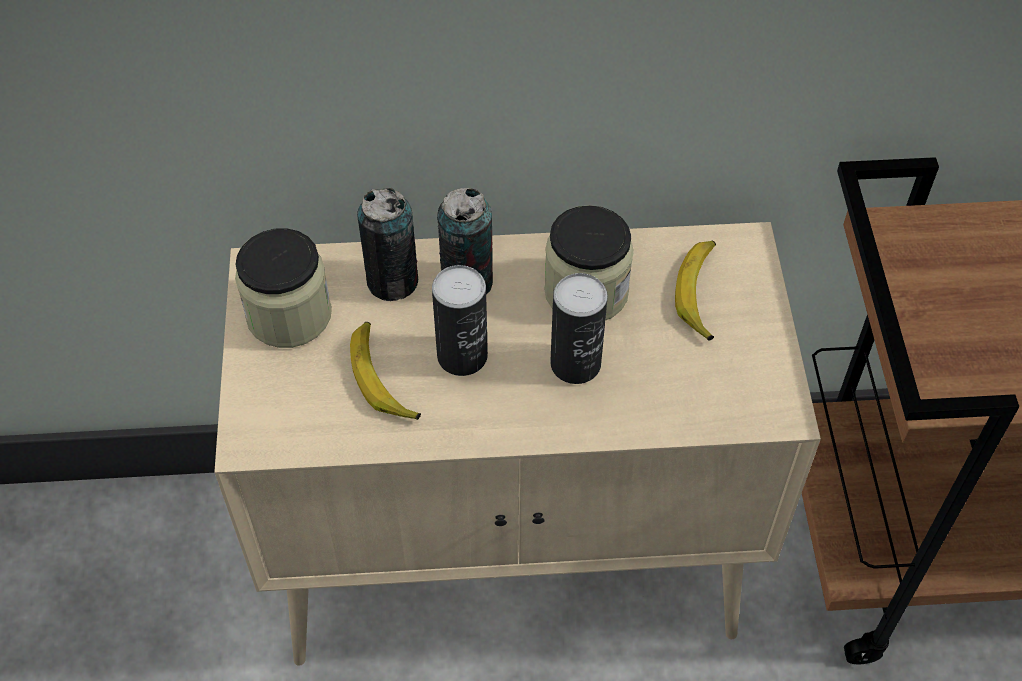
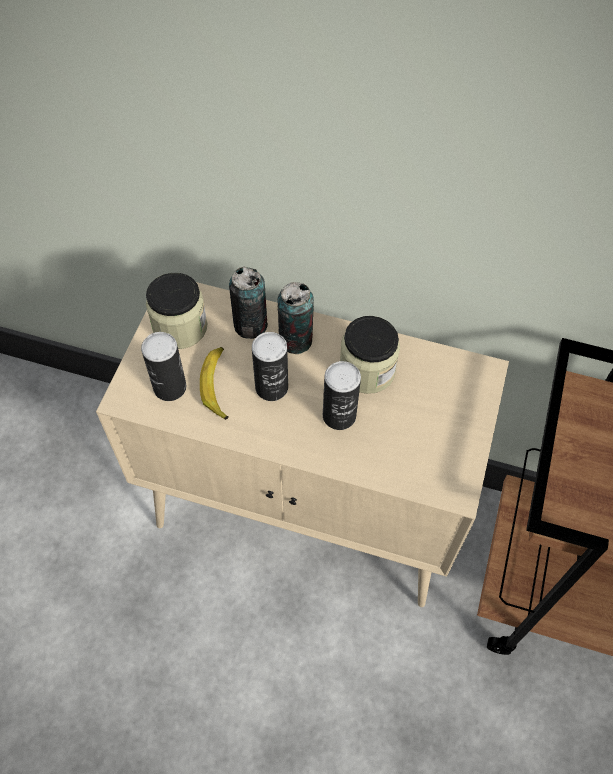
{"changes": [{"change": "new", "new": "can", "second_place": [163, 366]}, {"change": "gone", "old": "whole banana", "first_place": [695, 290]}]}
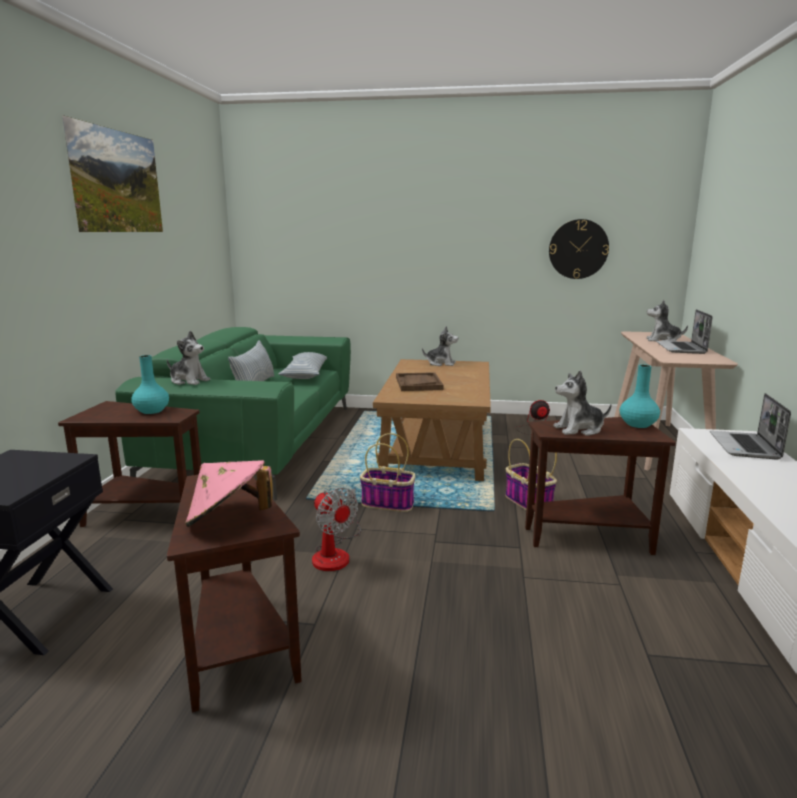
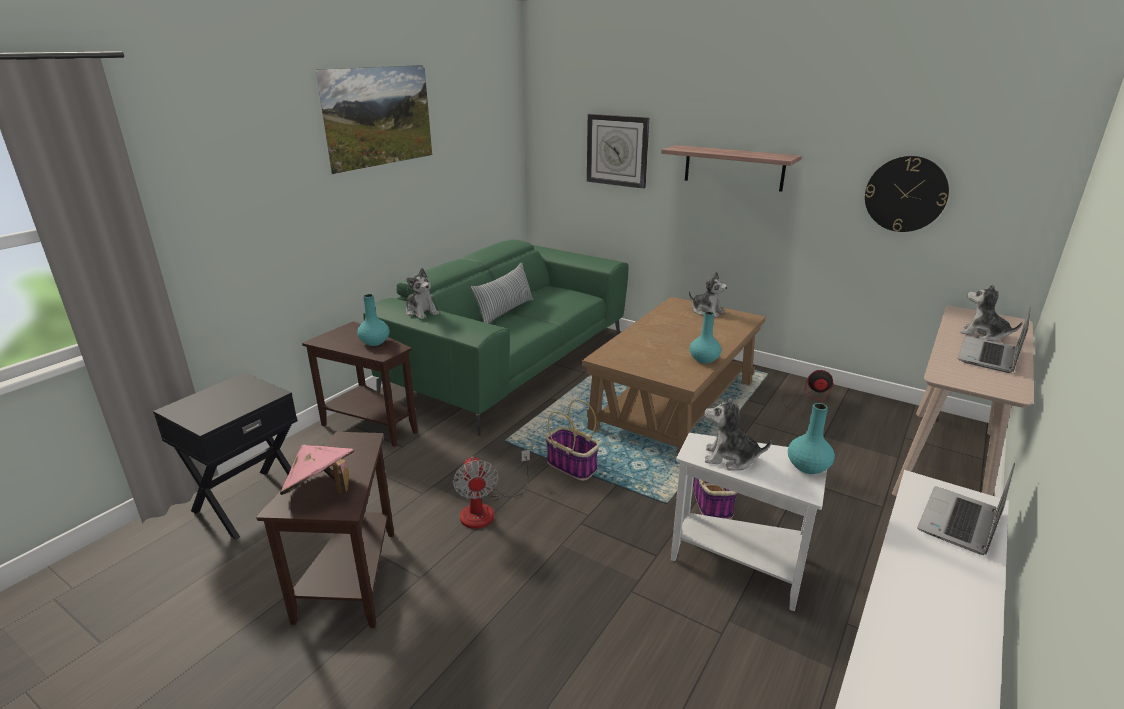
{"changes": [{"change": "new", "new": "wall clock", "second_place": [618, 151]}, {"change": "new", "new": "shelf", "second_place": [731, 168]}, {"change": "repainted", "old": "brown-coloured end table", "new": "whitish end table", "first_place": [600, 486], "second_place": [749, 522]}, {"change": "new", "new": "turquoise-coloured flower vase", "second_place": [705, 337]}, {"change": "gone", "old": "pillow", "first_place": [303, 365]}, {"change": "gone", "old": "brown-coloured serving tray", "first_place": [420, 381]}]}
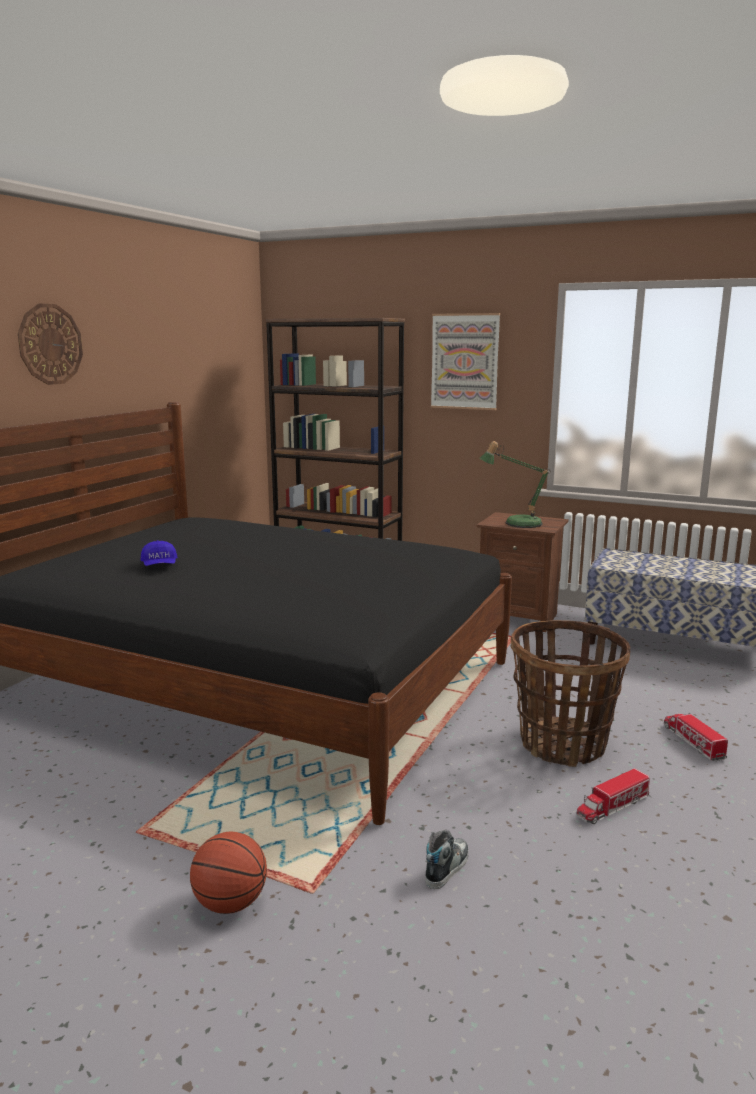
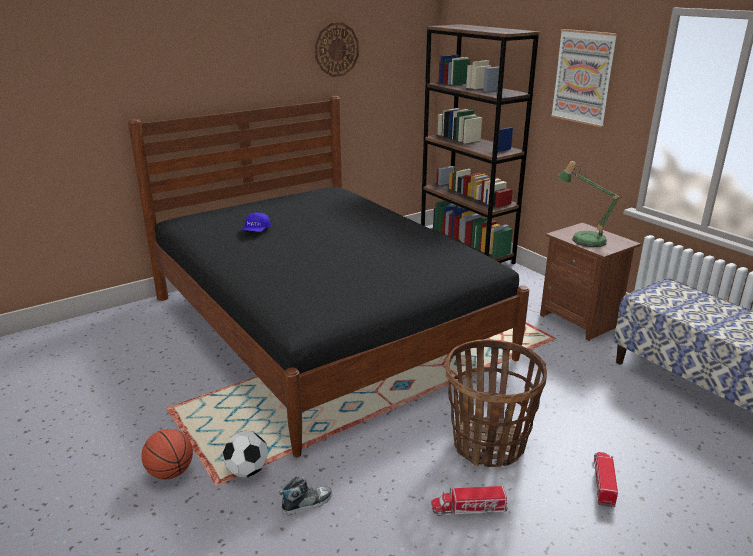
{"changes": [{"change": "new", "new": "football ball", "second_place": [245, 454]}, {"change": "shifted", "old": "wall clock", "first_place": [50, 344], "second_place": [337, 50]}]}
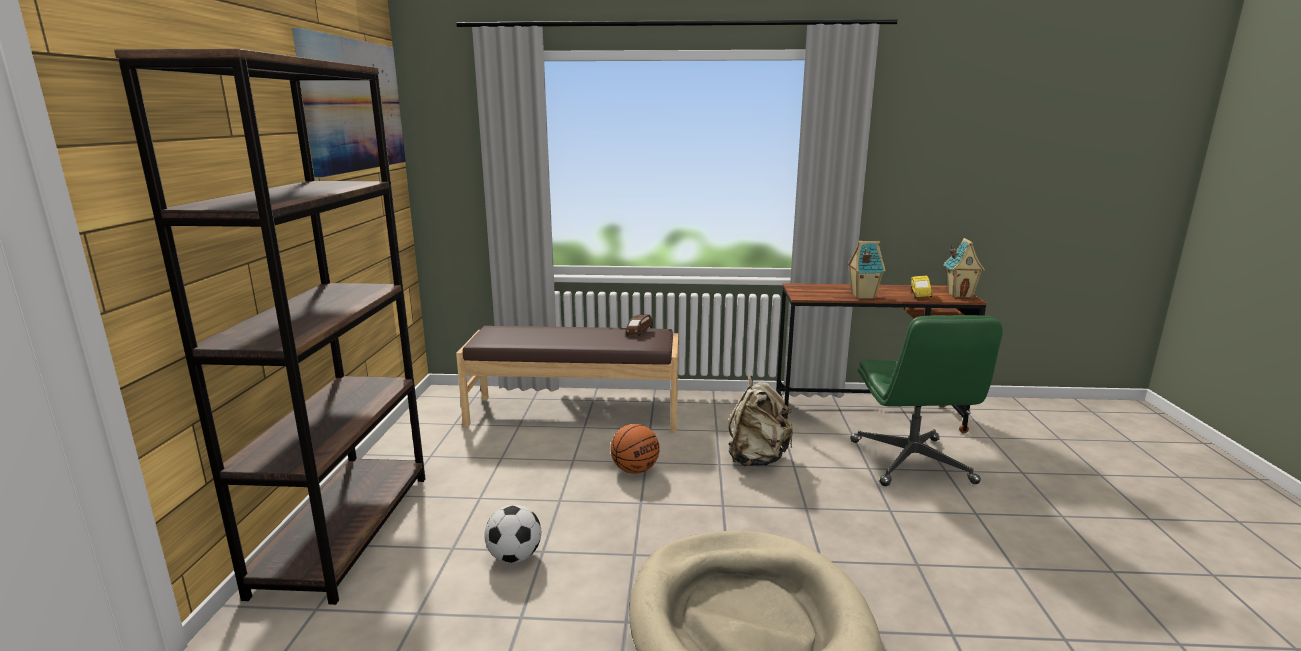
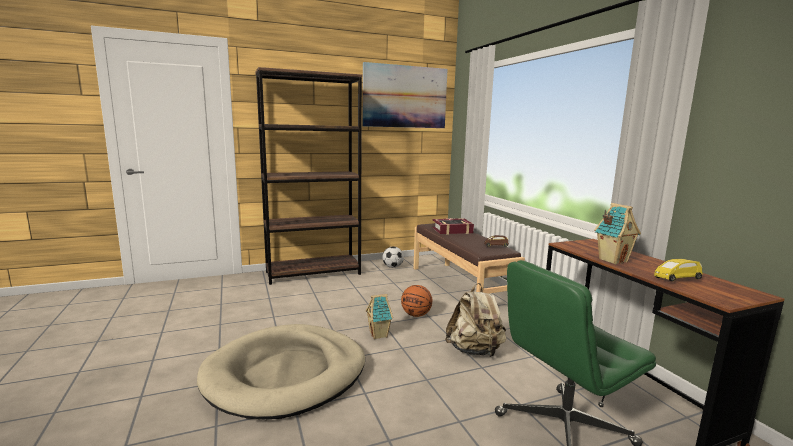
{"changes": [{"change": "shifted", "old": "model house", "first_place": [964, 268], "second_place": [379, 316]}, {"change": "shifted", "old": "football ball", "first_place": [513, 534], "second_place": [393, 257]}, {"change": "new", "new": "book", "second_place": [453, 226]}]}
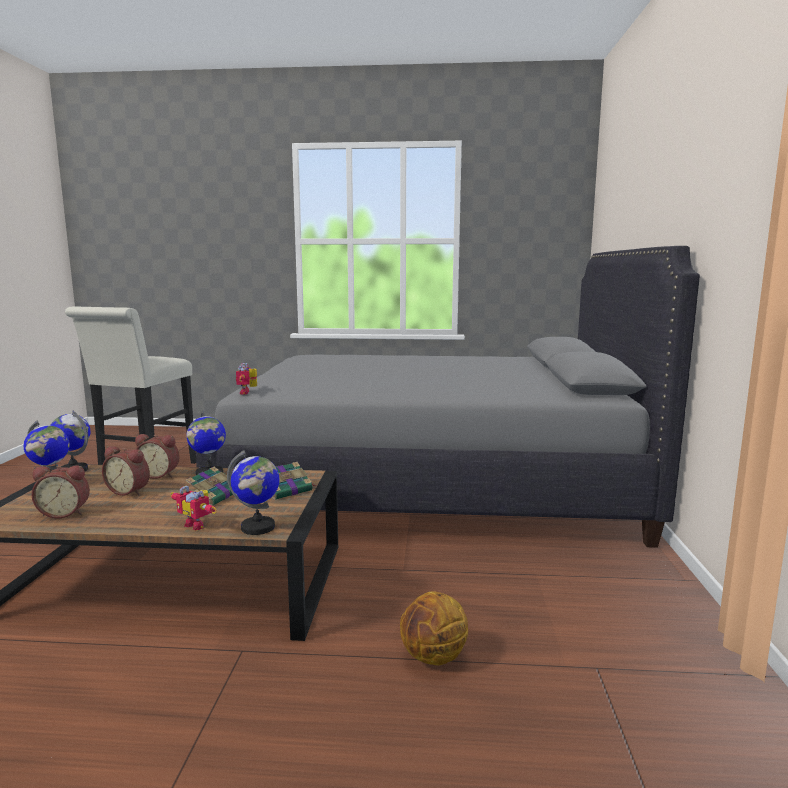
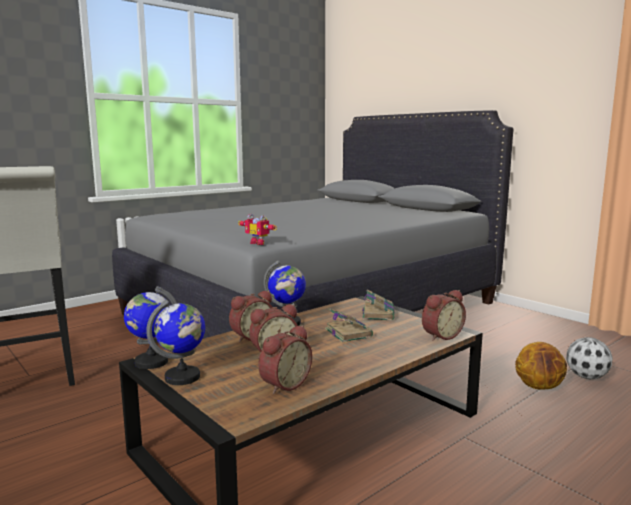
{"changes": [{"change": "swapped", "old": "globe", "new": "bedside clock", "first_place": [253, 492], "second_place": [444, 315]}, {"change": "new", "new": "football ball", "second_place": [589, 358]}, {"change": "gone", "old": "robot figure", "first_place": [193, 507]}]}
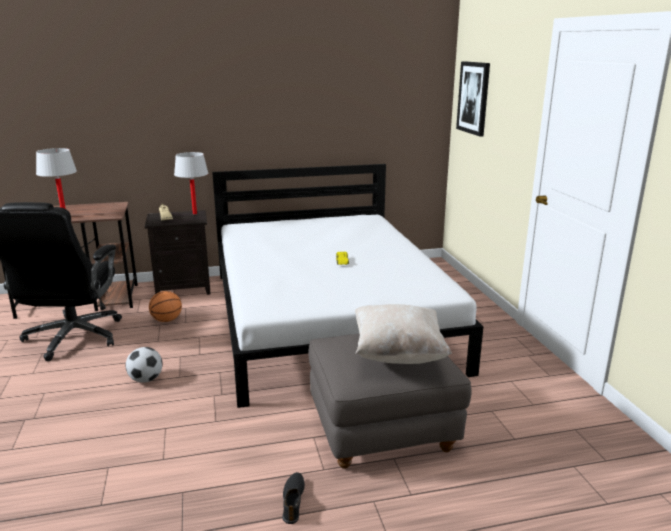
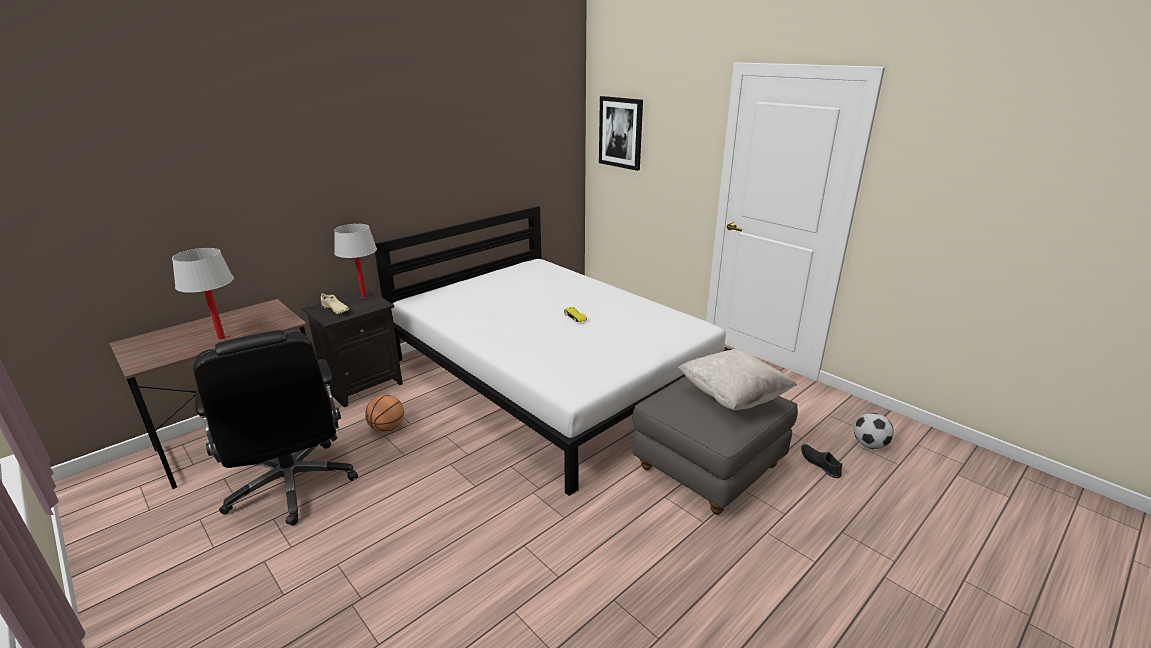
{"changes": [{"change": "shifted", "old": "blackish low shoe", "first_place": [293, 498], "second_place": [822, 461]}, {"change": "shifted", "old": "football ball", "first_place": [144, 365], "second_place": [874, 431]}]}
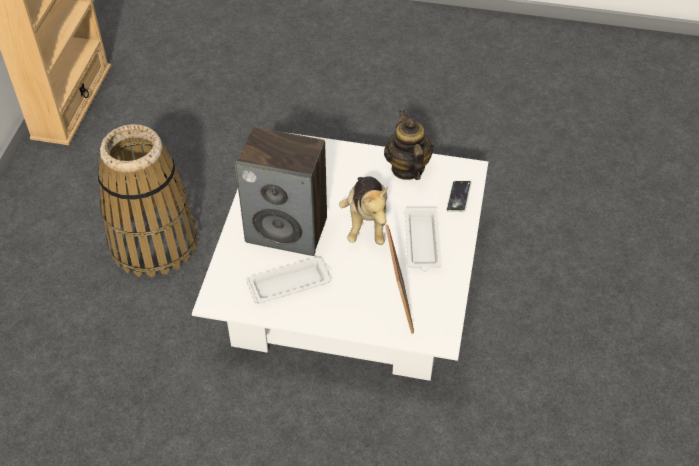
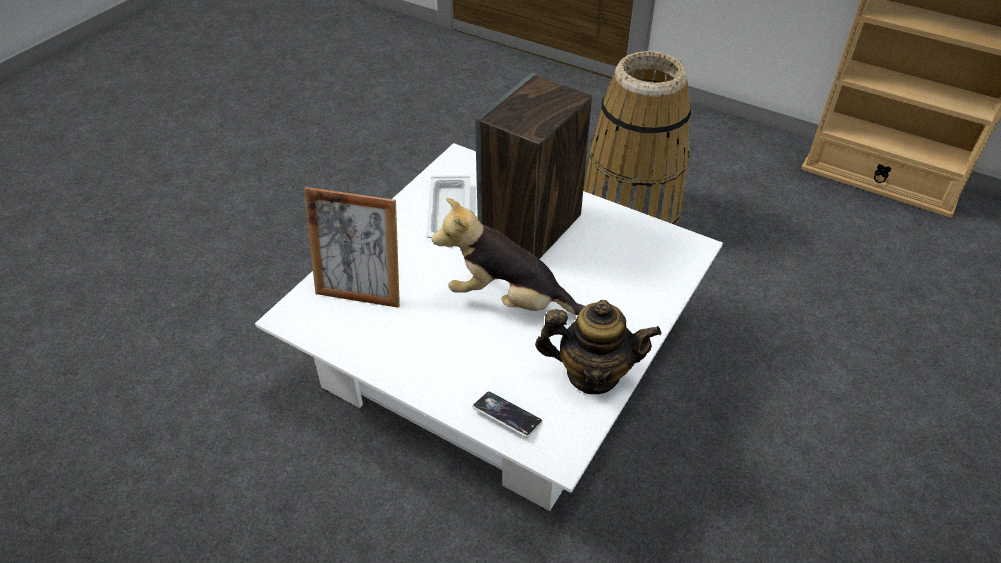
{"changes": [{"change": "gone", "old": "whitish serving tray", "first_place": [423, 239]}]}
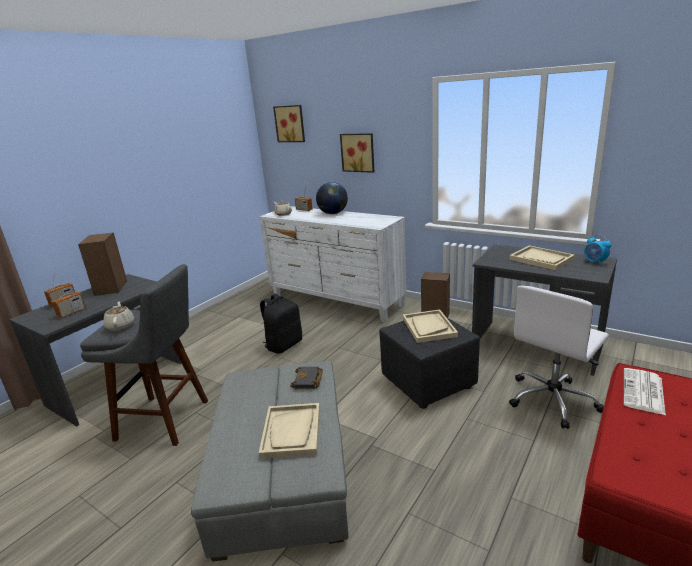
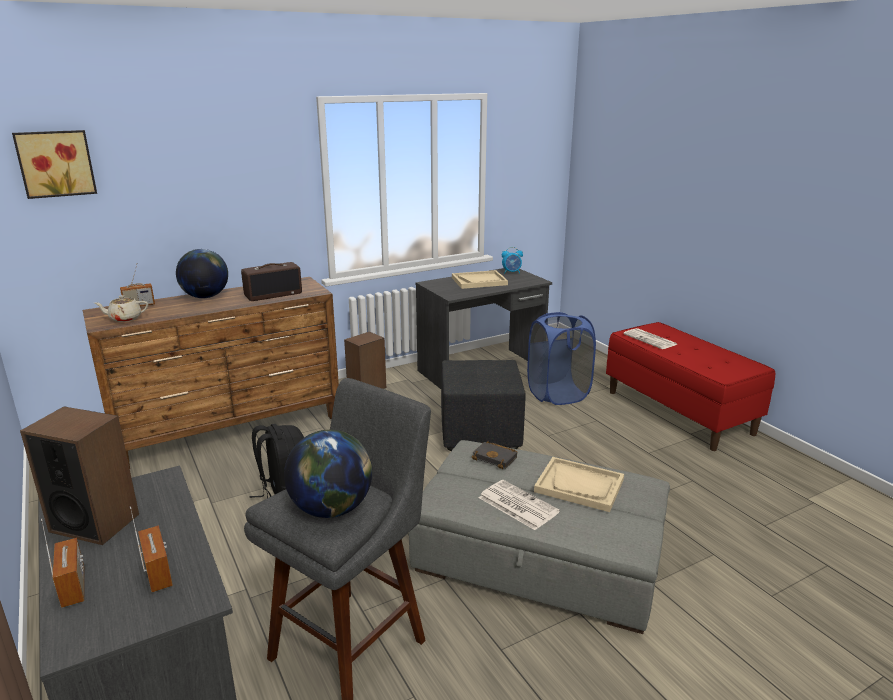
{"changes": [{"change": "repainted", "old": "whitish dresser", "new": "brown-coloured dresser", "first_place": [333, 264], "second_place": [211, 373]}, {"change": "new", "new": "radio receiver", "second_place": [271, 281]}, {"change": "swapped", "old": "beige-coloured tea pot", "new": "globe", "first_place": [118, 316], "second_place": [328, 474]}, {"change": "new", "new": "printed paper", "second_place": [519, 505]}, {"change": "swapped", "old": "whitish desk chair", "new": "bluish washing basket", "first_place": [559, 357], "second_place": [561, 358]}, {"change": "gone", "old": "picture", "first_place": [357, 153]}, {"change": "gone", "old": "beige-coloured serving tray", "first_place": [430, 326]}]}
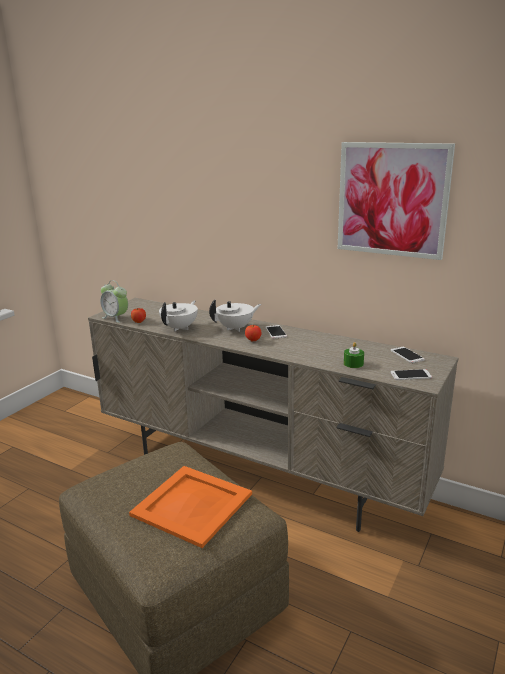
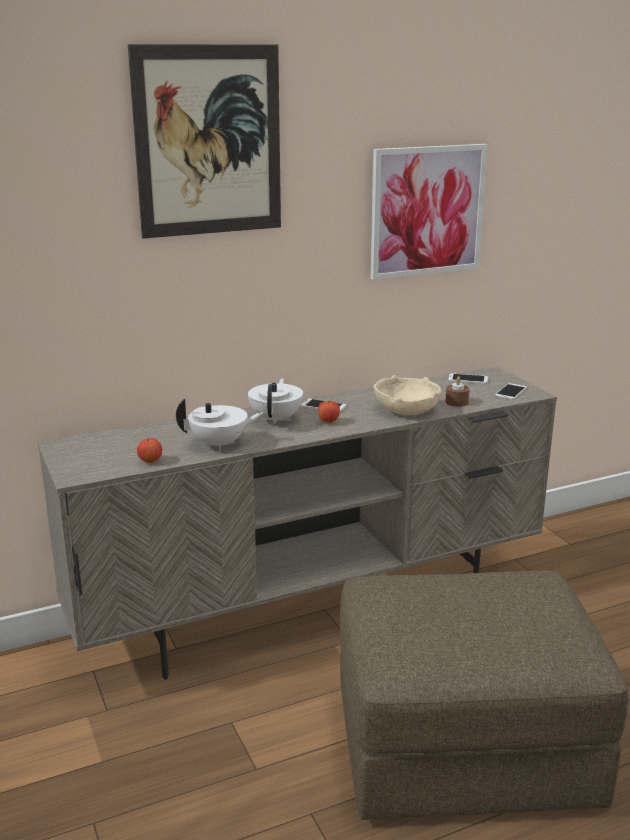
{"changes": [{"change": "new", "new": "picture", "second_place": [204, 141]}, {"change": "rotated", "old": "whitish tea pot", "first_place": [178, 316], "second_place": [220, 424], "degrees": 105}, {"change": "new", "new": "beige-coloured serving bowl", "second_place": [407, 395]}, {"change": "repainted", "old": "green-coloured wax candle", "new": "brown-coloured wax candle", "first_place": [354, 355], "second_place": [457, 391]}, {"change": "gone", "old": "bedside clock", "first_place": [114, 301]}, {"change": "gone", "old": "orange-coloured serving tray", "first_place": [190, 507]}]}
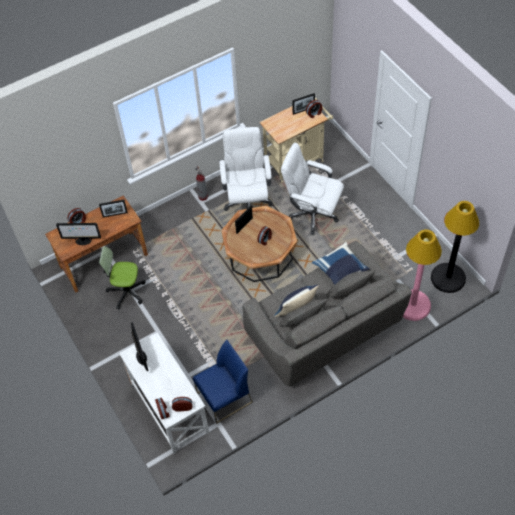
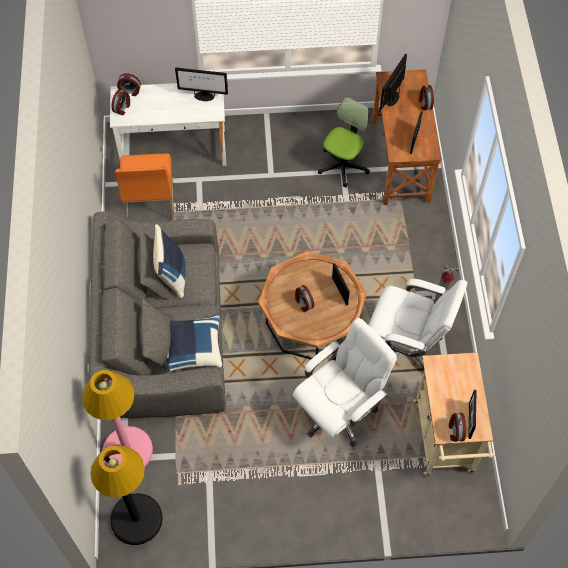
{"changes": [{"change": "repainted", "old": "bluish plain chair", "new": "orange-coloured plain chair", "first_place": [223, 382], "second_place": [144, 186]}]}
